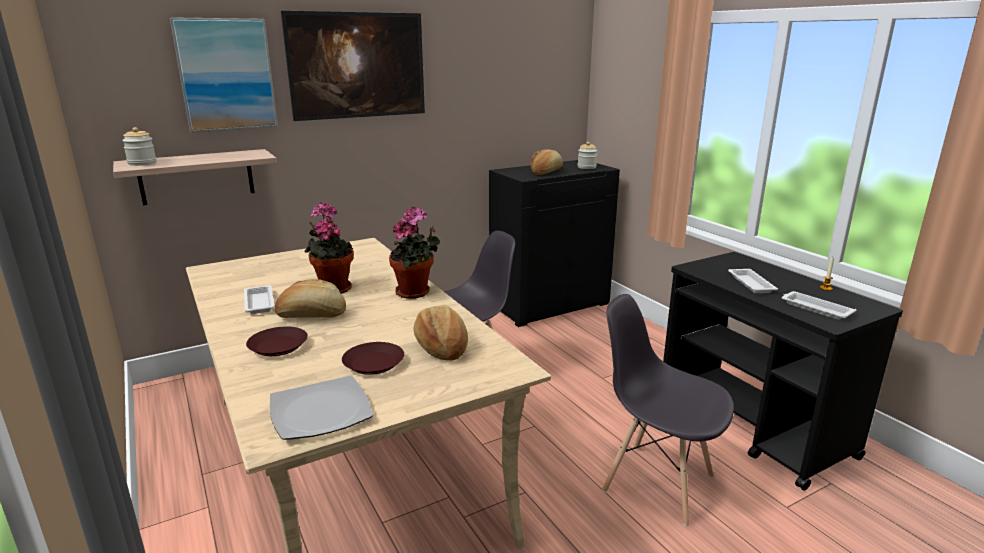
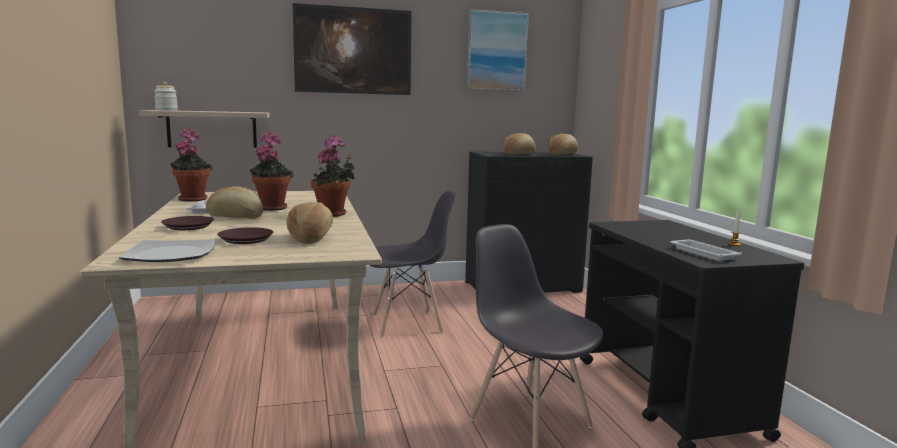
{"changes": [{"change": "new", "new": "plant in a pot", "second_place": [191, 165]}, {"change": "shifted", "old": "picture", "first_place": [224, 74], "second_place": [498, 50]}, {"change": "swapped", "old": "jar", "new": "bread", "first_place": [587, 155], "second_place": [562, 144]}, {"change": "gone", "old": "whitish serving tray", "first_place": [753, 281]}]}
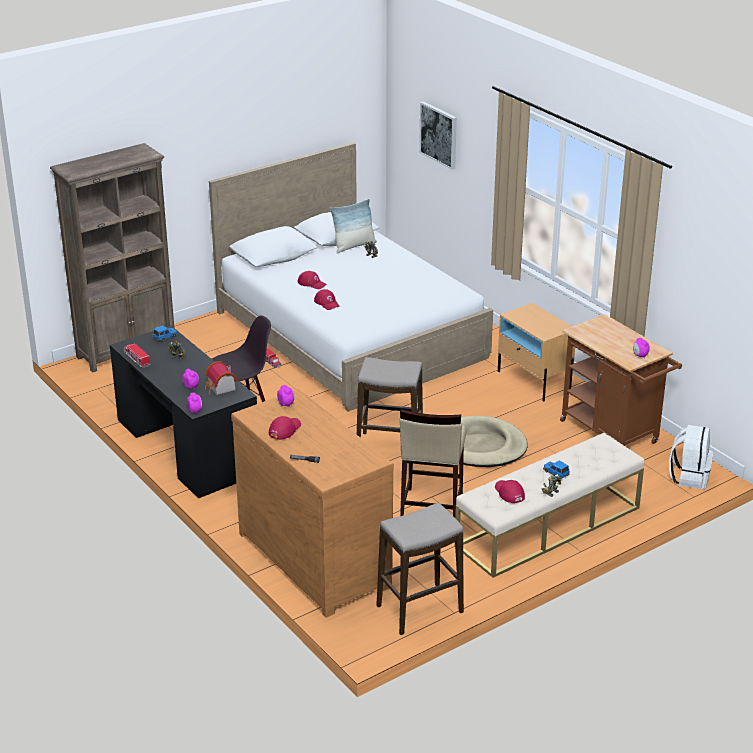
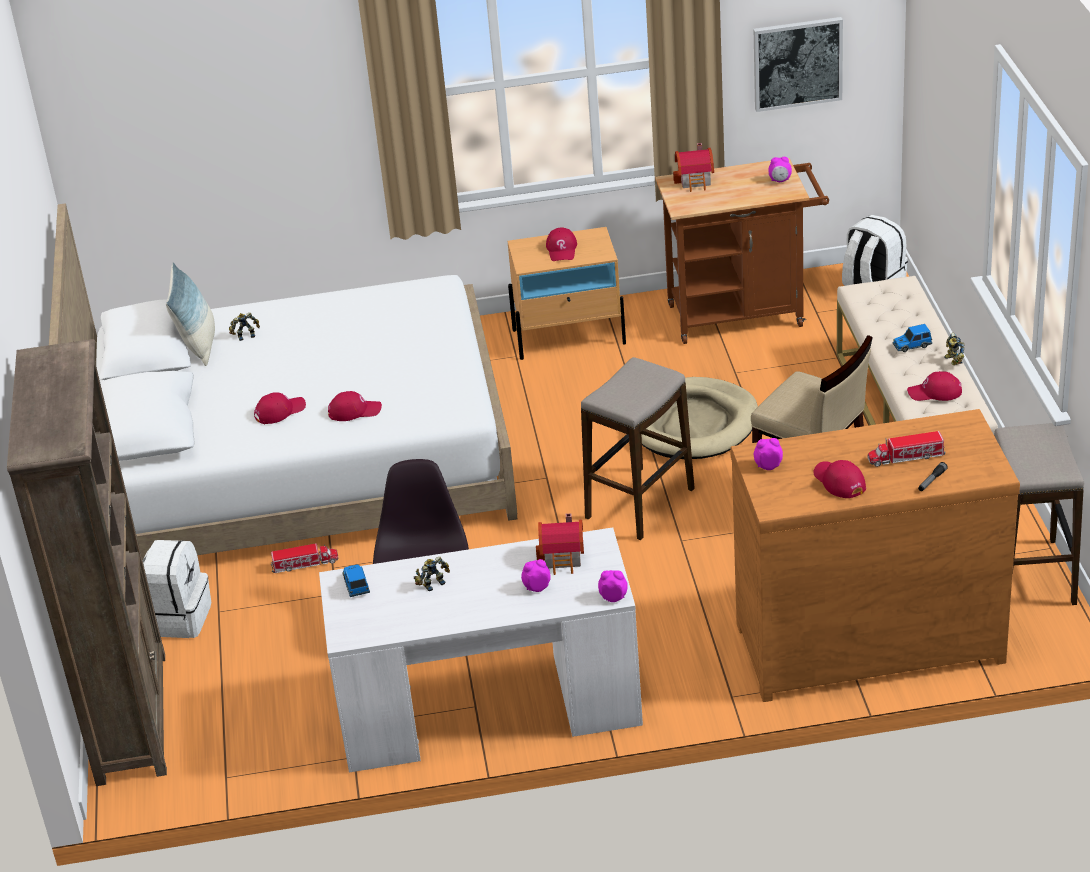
{"changes": [{"change": "new", "new": "whitish knapsack", "second_place": [177, 589]}, {"change": "repainted", "old": "blackish desk unit", "new": "whitish desk unit", "first_place": [183, 411], "second_place": [481, 649]}, {"change": "new", "new": "red cap", "second_place": [561, 244]}, {"change": "new", "new": "model house", "second_place": [693, 167]}, {"change": "shifted", "old": "picture", "first_place": [438, 135], "second_place": [798, 64]}, {"change": "shifted", "old": "toy lorry", "first_place": [137, 355], "second_place": [906, 449]}]}
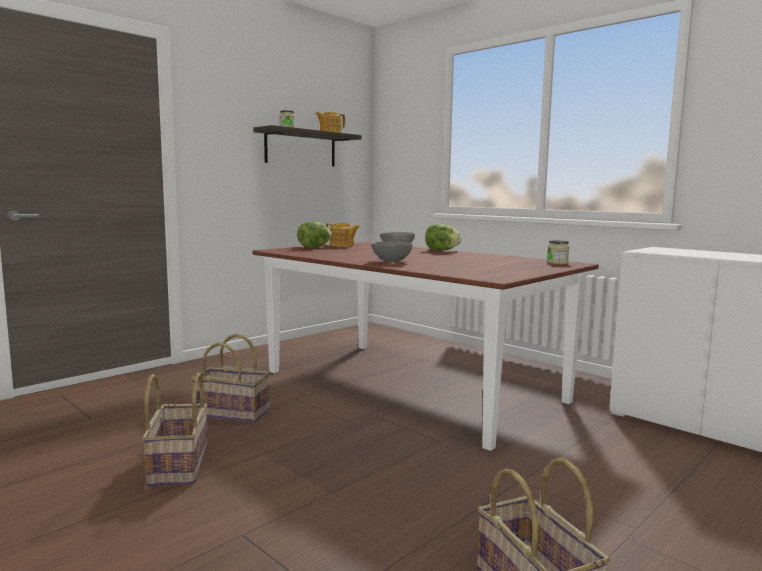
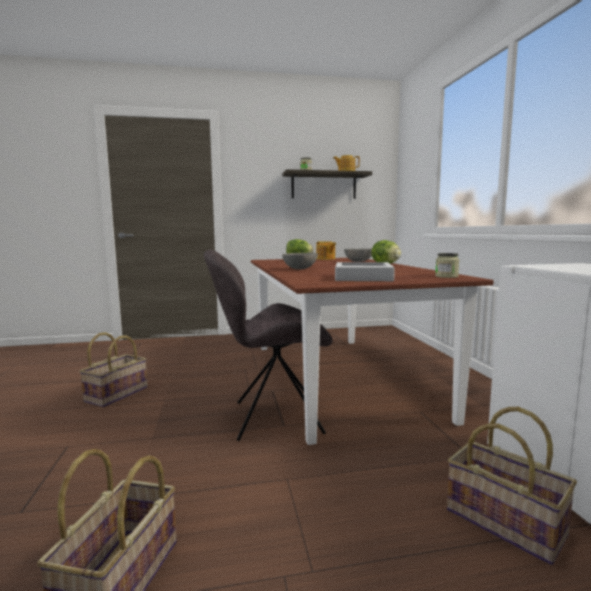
{"changes": [{"change": "new", "new": "grey plain chair", "second_place": [268, 345]}, {"change": "new", "new": "grey serving tray", "second_place": [365, 271]}, {"change": "shifted", "old": "storage basket", "first_place": [230, 378], "second_place": [512, 486]}]}
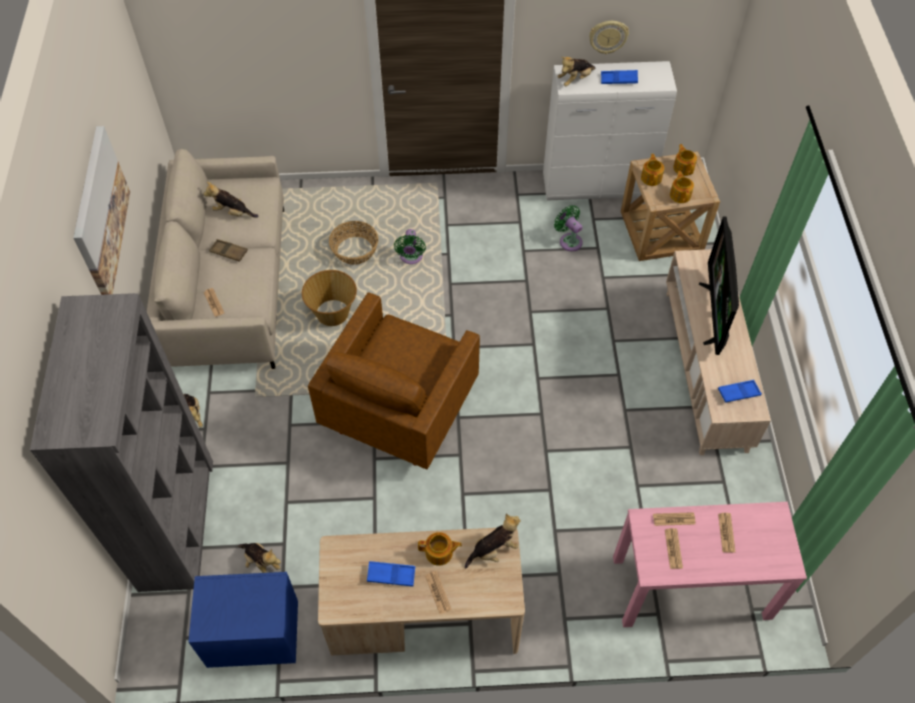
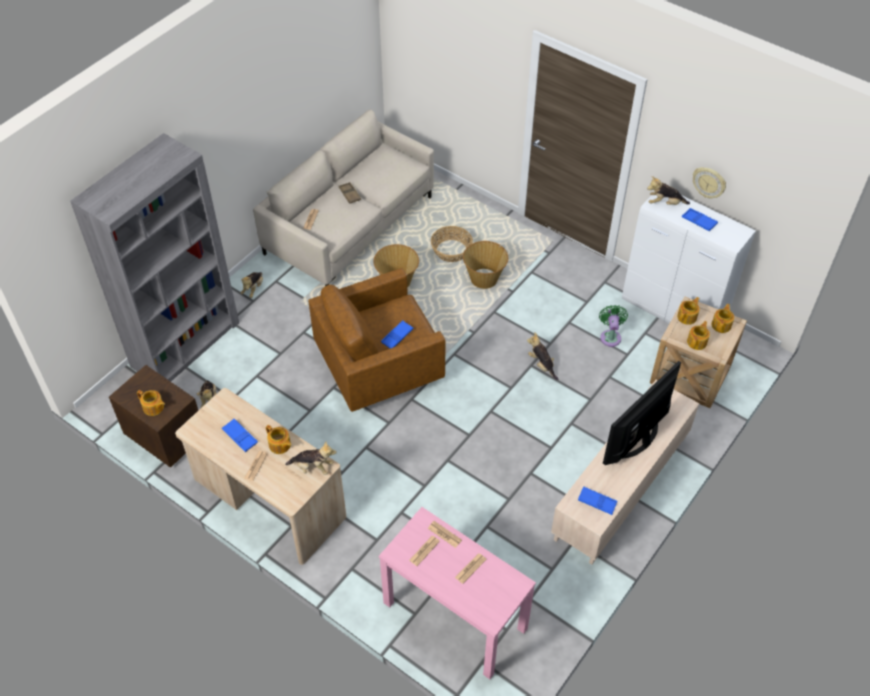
{"changes": [{"change": "repainted", "old": "bluish night table", "new": "brown-coloured night table", "first_place": [243, 620], "second_place": [153, 416]}, {"change": "new", "new": "tea pot", "second_place": [151, 403]}, {"change": "new", "new": "bluish serving tray", "second_place": [397, 334]}, {"change": "swapped", "old": "green-coloured electric fan", "new": "storage basket", "first_place": [410, 246], "second_place": [485, 265]}, {"change": "shifted", "old": "soft toy", "first_place": [231, 200], "second_place": [542, 356]}, {"change": "gone", "old": "picture", "first_place": [101, 210]}]}
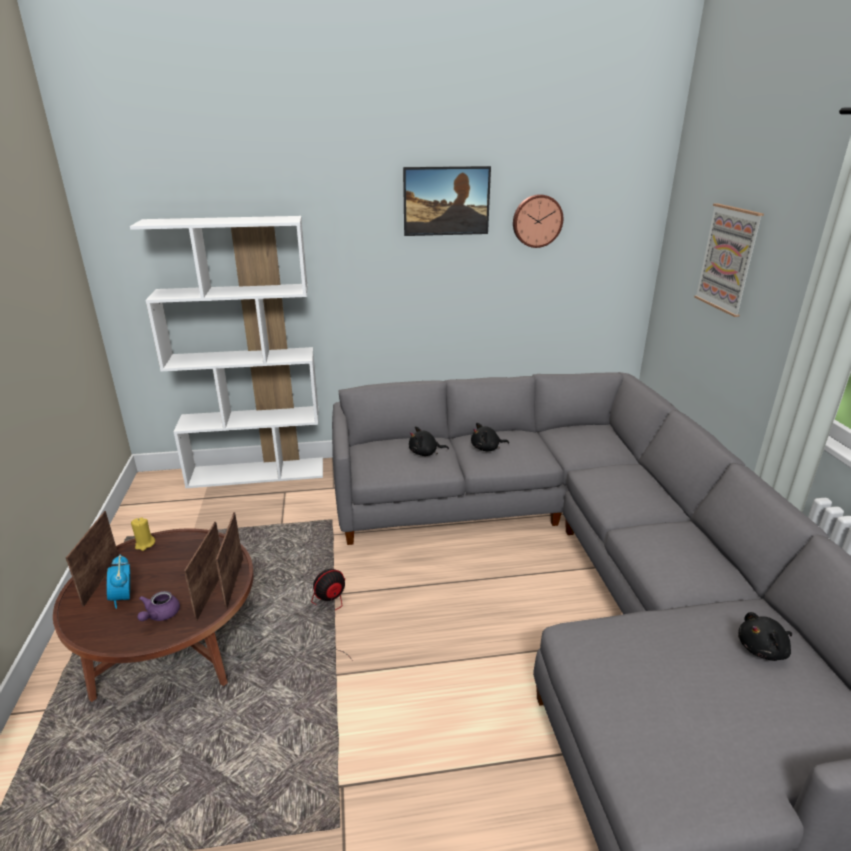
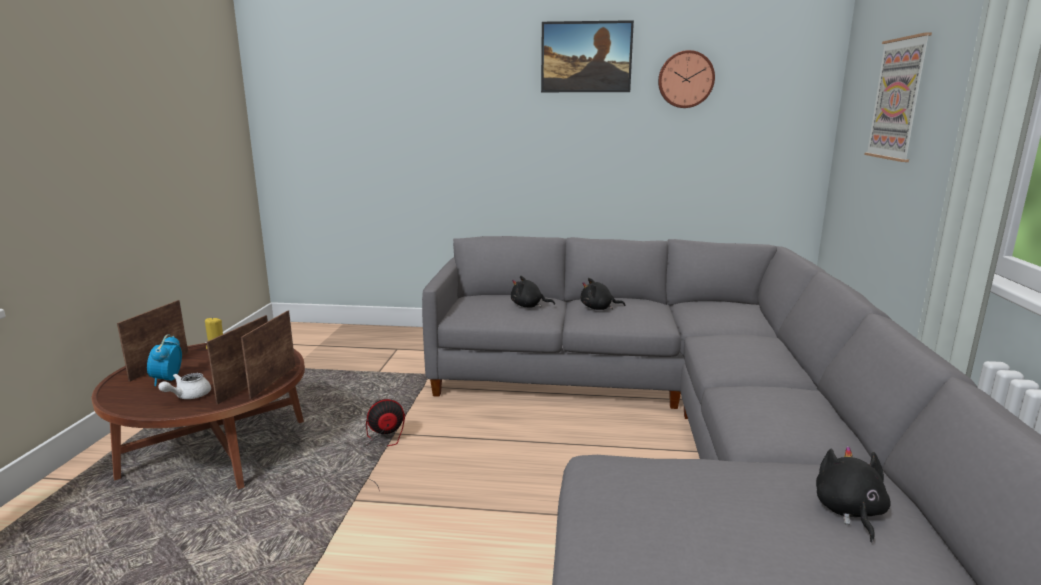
{"changes": [{"change": "repainted", "old": "purple-coloured tea pot", "new": "whitish tea pot", "first_place": [158, 606], "second_place": [184, 386]}, {"change": "rotated", "old": "blackish soft toy", "first_place": [765, 636], "second_place": [853, 494], "degrees": 105}, {"change": "gone", "old": "whitish bookcase", "first_place": [226, 352]}]}
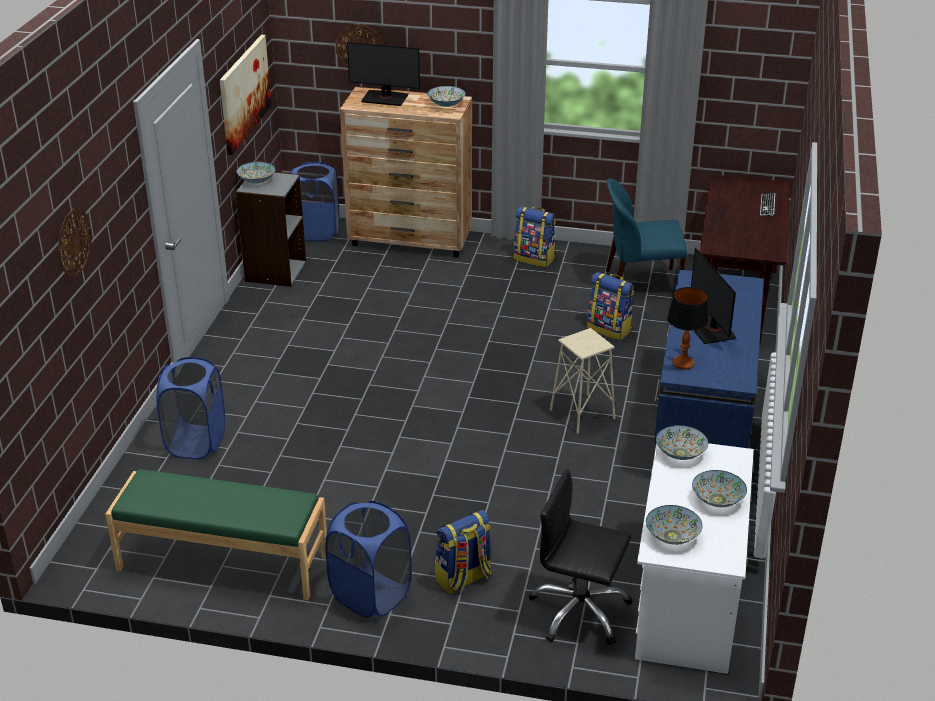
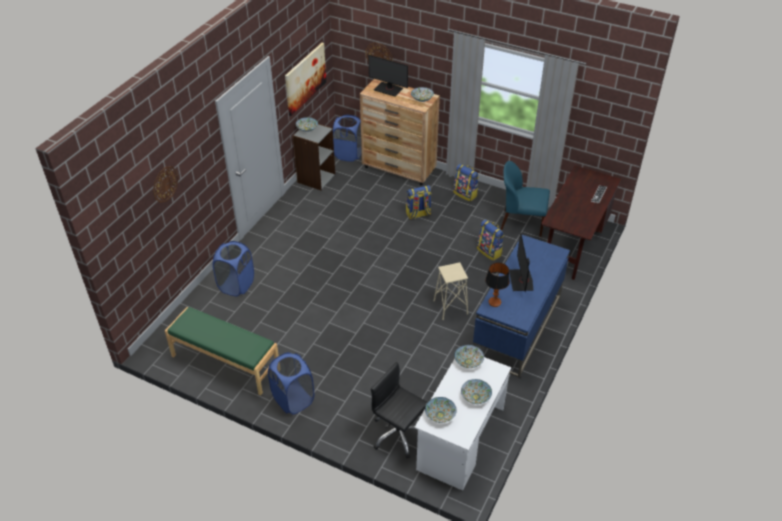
{"changes": [{"change": "shifted", "old": "knapsack", "first_place": [463, 552], "second_place": [418, 202]}]}
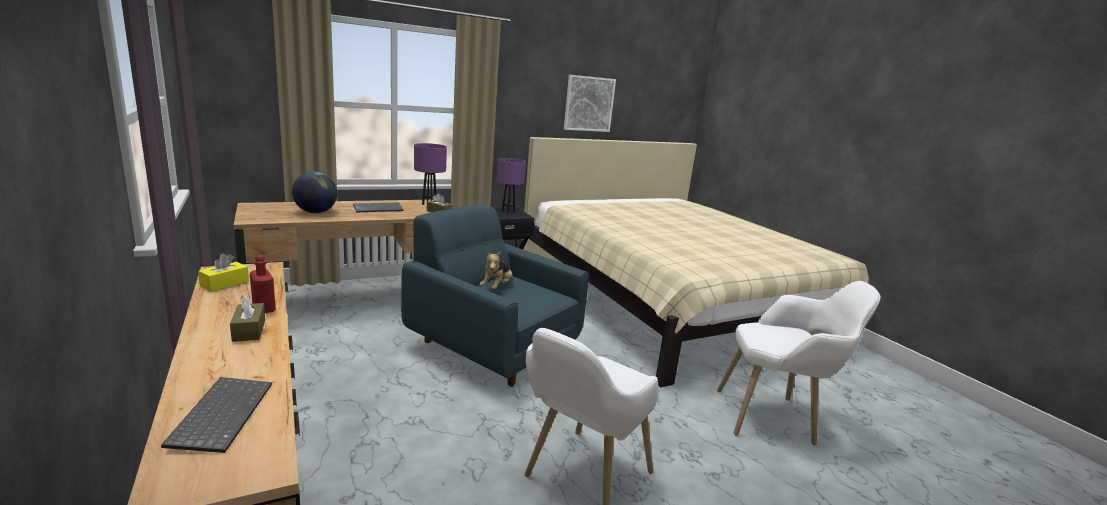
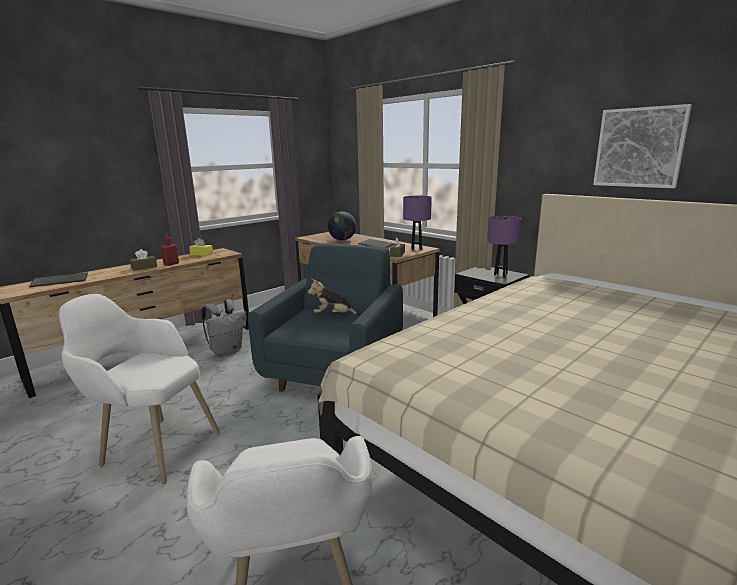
{"changes": [{"change": "new", "new": "grey knapsack", "second_place": [223, 327]}]}
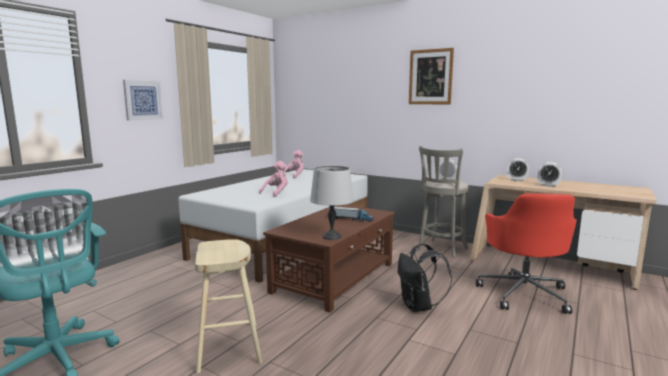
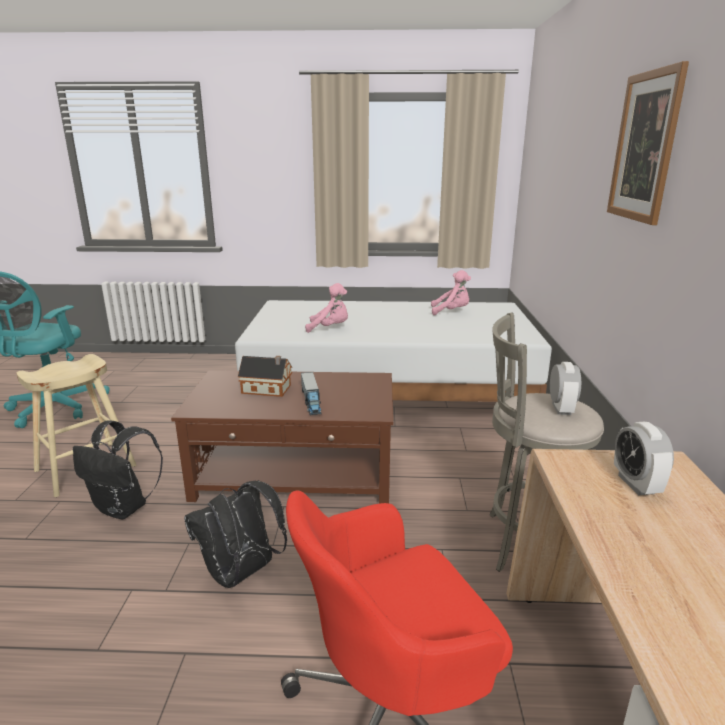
{"changes": [{"change": "new", "new": "blackish knapsack", "second_place": [118, 469]}, {"change": "new", "new": "model house", "second_place": [265, 376]}, {"change": "gone", "old": "picture", "first_place": [143, 100]}, {"change": "gone", "old": "grey lamp for a table", "first_place": [332, 203]}, {"change": "gone", "old": "bedside clock", "first_place": [550, 174]}]}
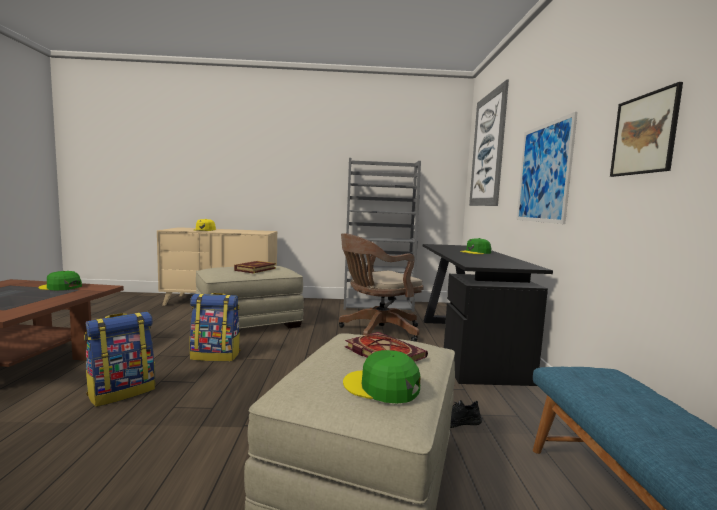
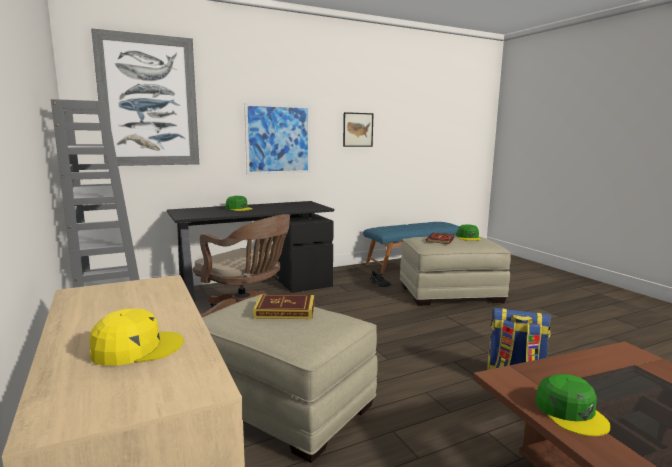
{"changes": [{"change": "gone", "old": "knapsack", "first_place": [214, 327]}]}
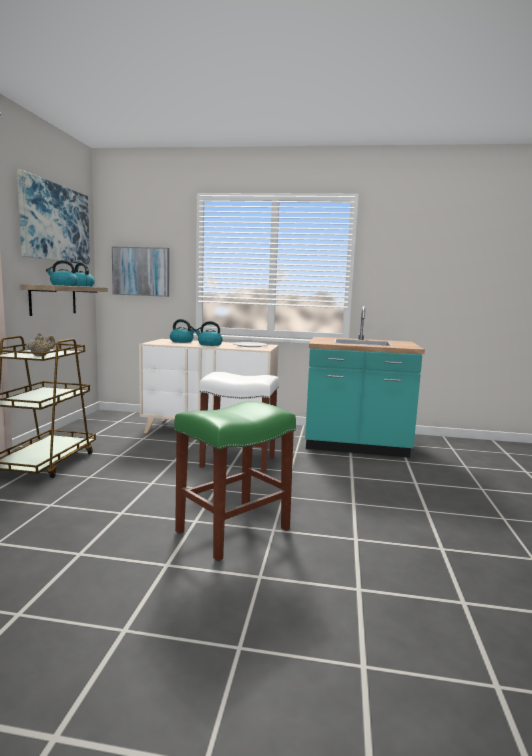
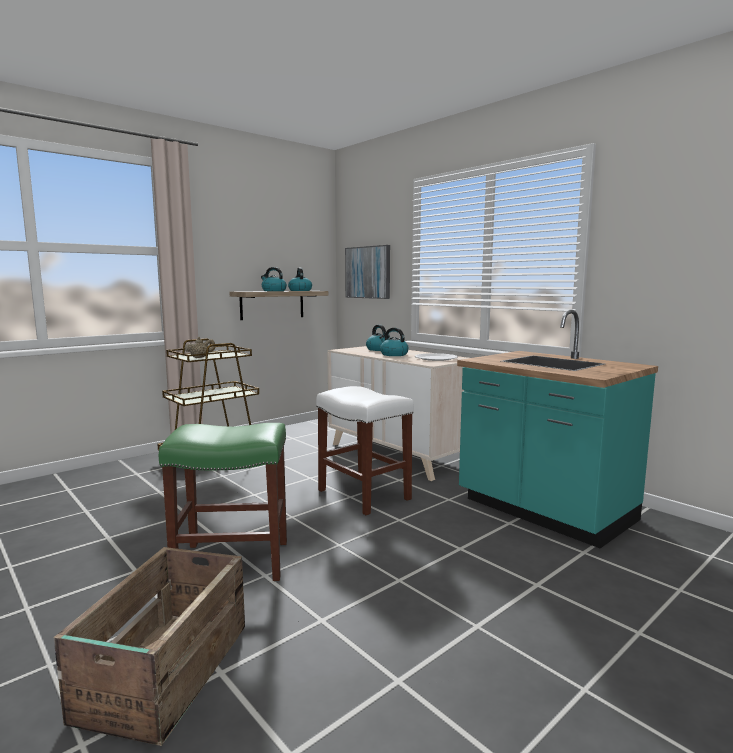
{"changes": [{"change": "new", "new": "crate", "second_place": [149, 646]}, {"change": "gone", "old": "picture", "first_place": [53, 217]}]}
